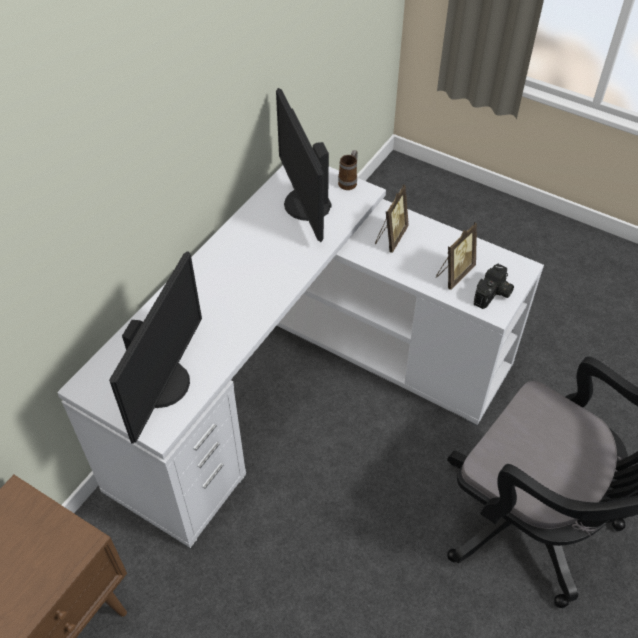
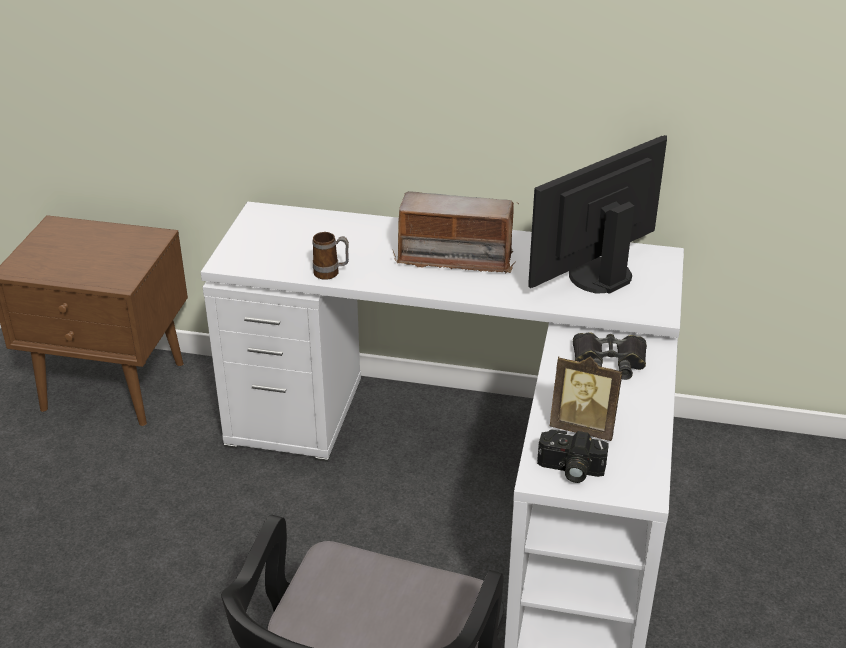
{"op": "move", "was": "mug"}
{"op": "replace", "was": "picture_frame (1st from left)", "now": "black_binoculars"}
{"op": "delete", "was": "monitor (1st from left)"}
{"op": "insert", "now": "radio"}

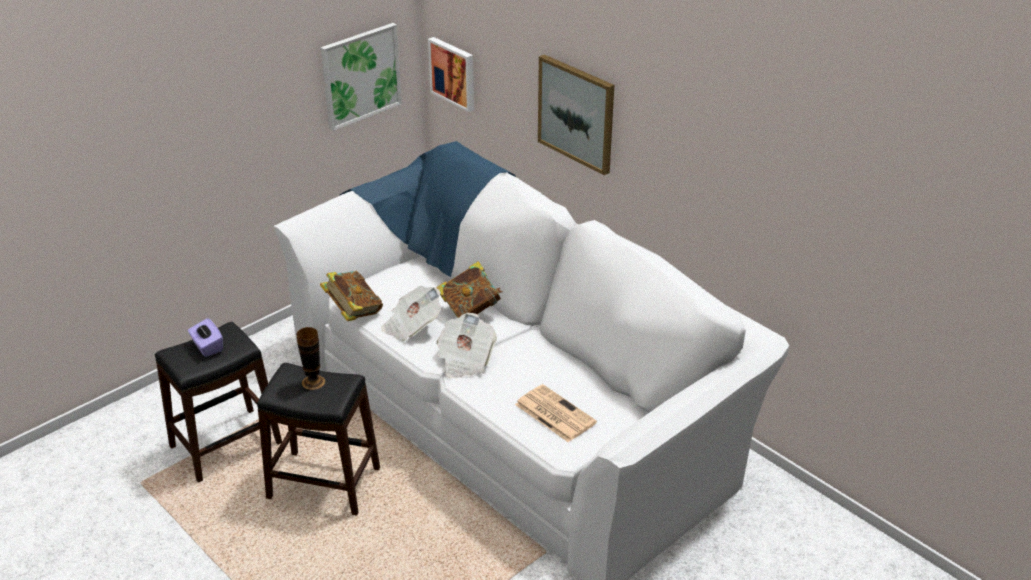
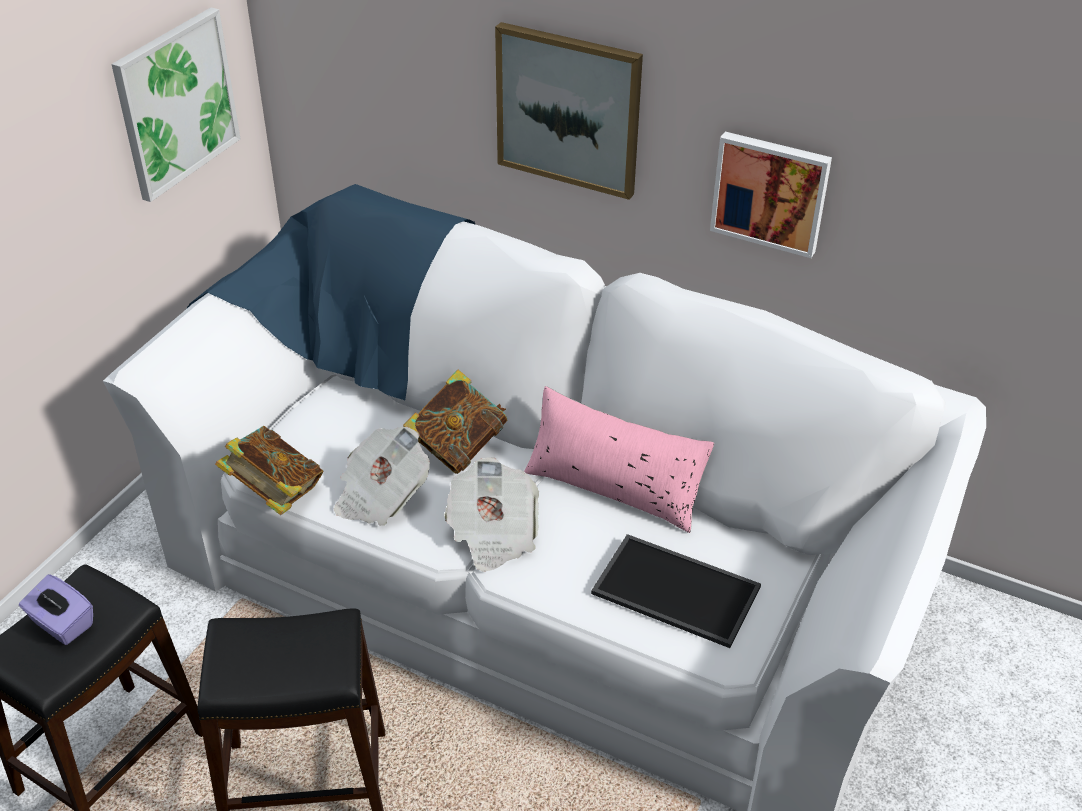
{"op": "move", "was": "picture (2nd from left in the first image)", "now": "picture (3rd from left)"}
{"op": "delete", "was": "vase"}
{"op": "replace", "was": "newspaper (3rd from left)", "now": "tray"}
{"op": "insert", "now": "pink_pillow"}

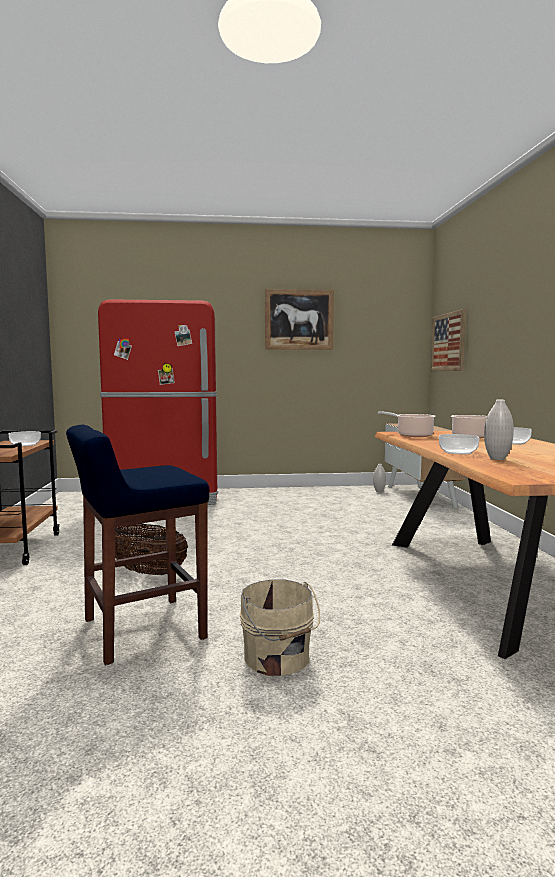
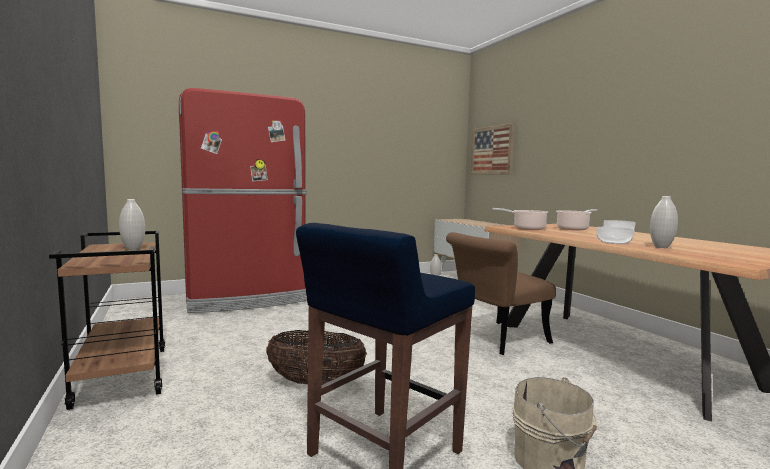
{"op": "delete", "was": "picture (1st from left)"}
{"op": "replace", "was": "bowl (1st from left)", "now": "white_vase (1st from left)"}
{"op": "insert", "now": "brown_chair"}

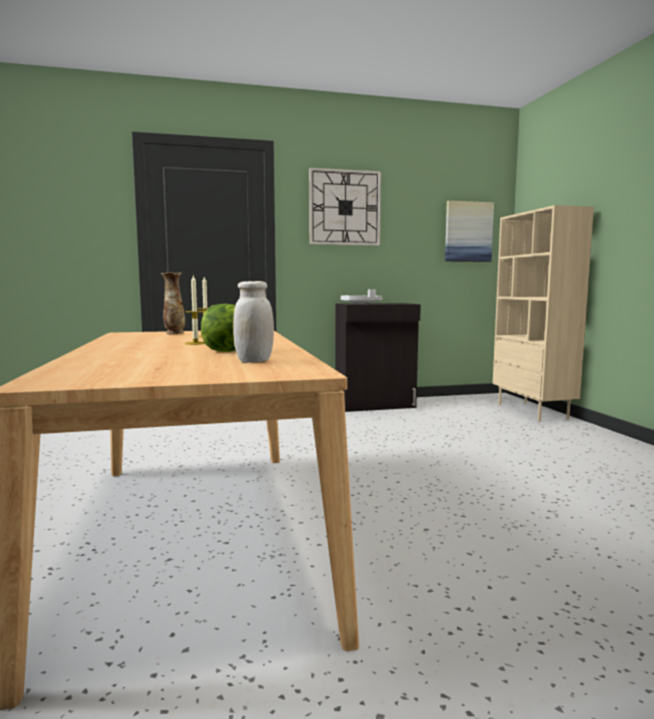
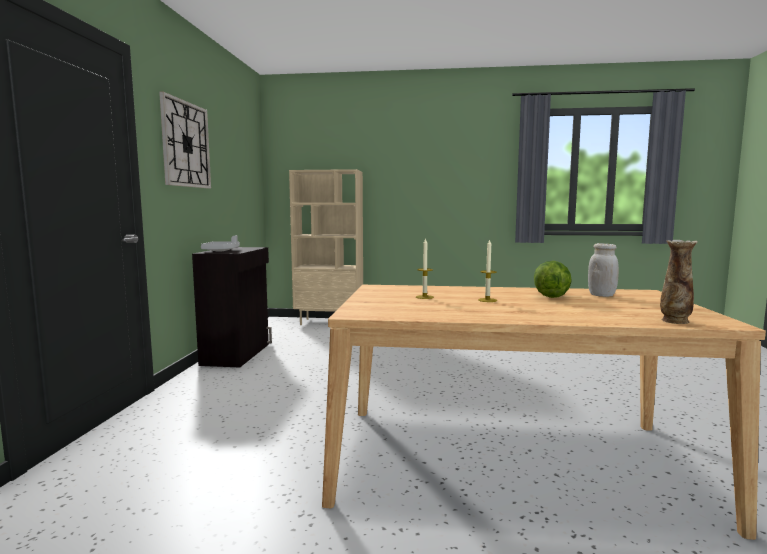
{"op": "delete", "was": "picture"}
{"op": "move", "was": "vase"}

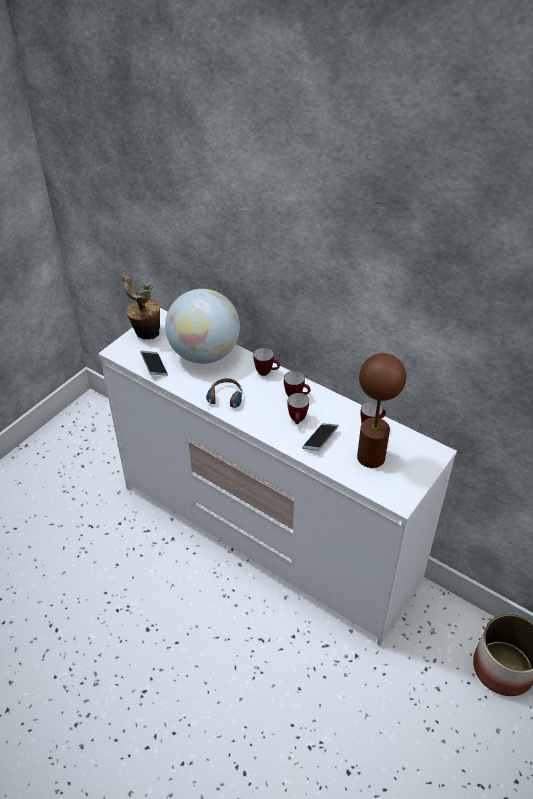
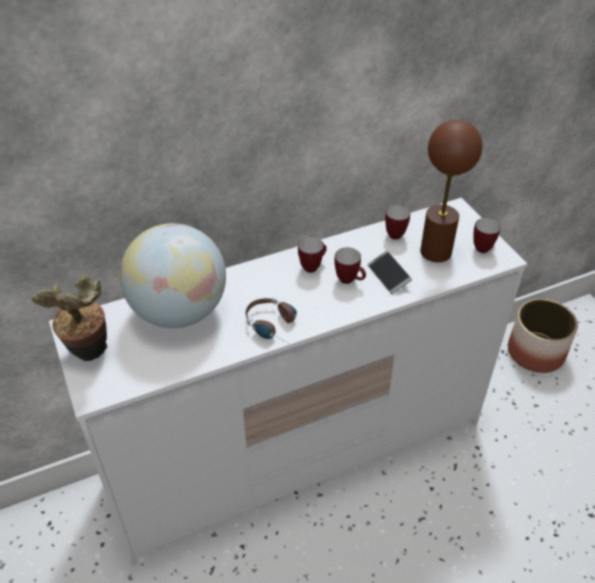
{"op": "move", "was": "mug (1st from left in the first image)", "now": "mug (4th from left)"}
{"op": "delete", "was": "phone (1st from left)"}

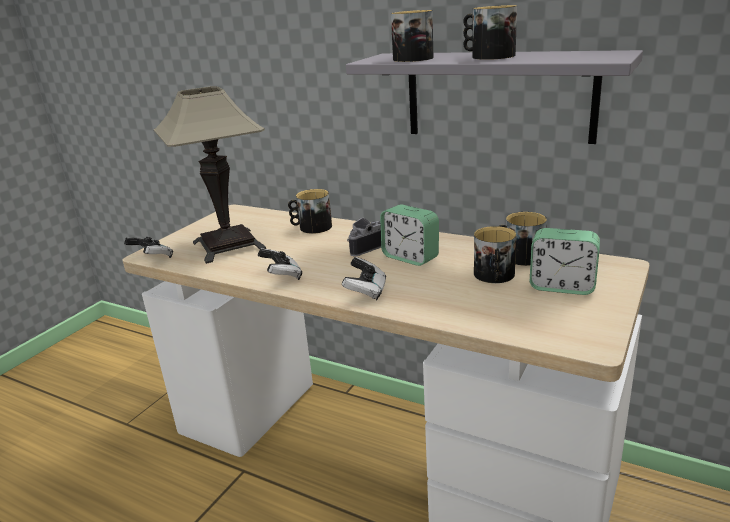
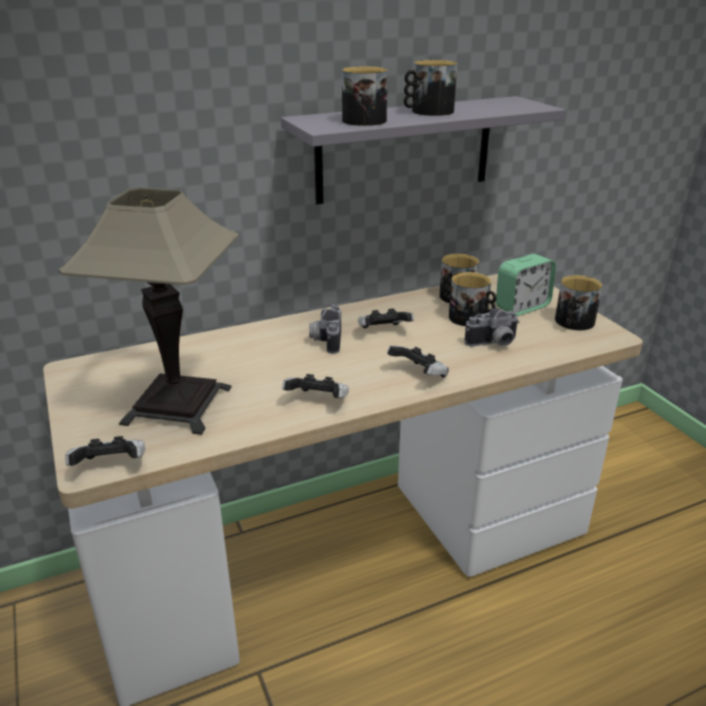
{"op": "move", "was": "mug (1st from left in the first image)", "now": "mug (5th from left)"}
{"op": "replace", "was": "alarm_clock (1st from left)", "now": "game_controller (3rd from left)"}
{"op": "insert", "now": "photo_camera (2nd from left)"}

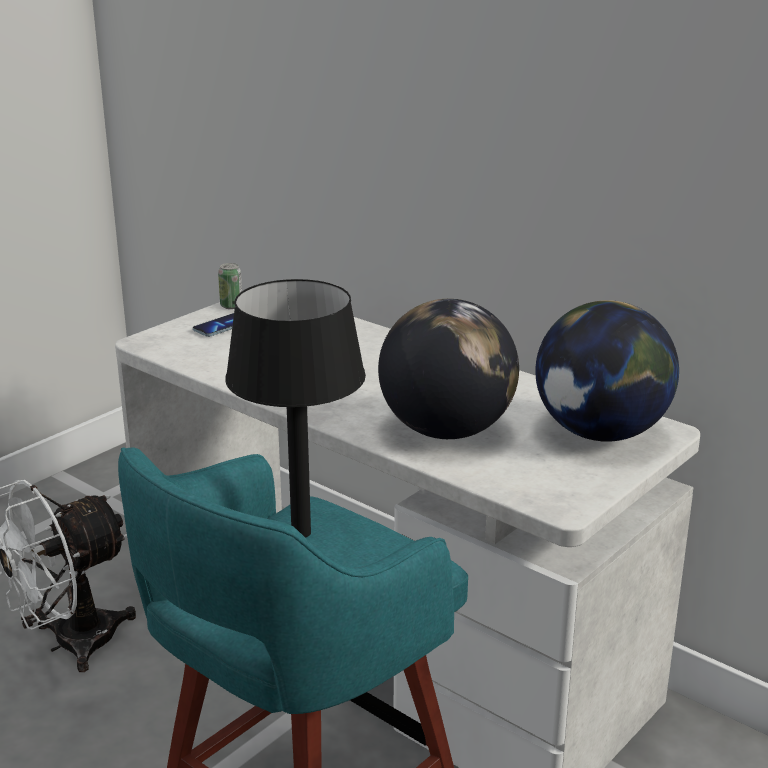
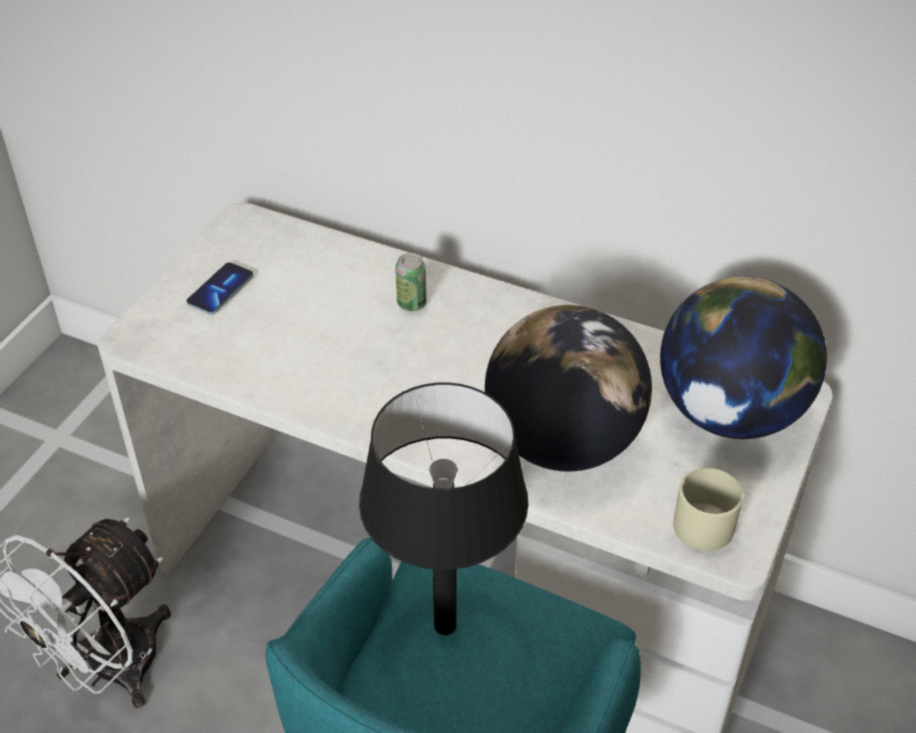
{"op": "move", "was": "can"}
{"op": "insert", "now": "beige_mug"}

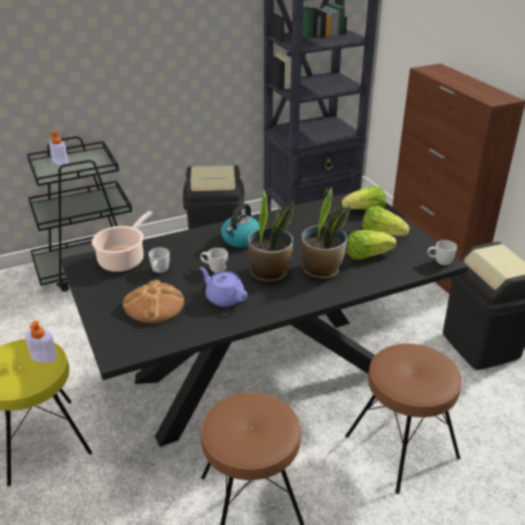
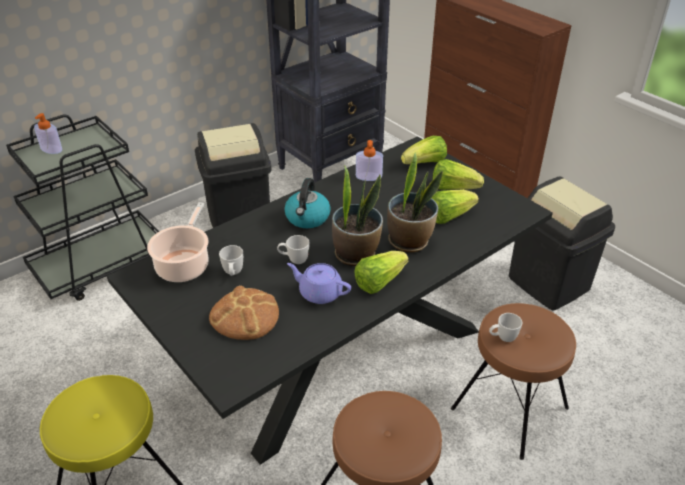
{"op": "move", "was": "white_mug (3rd from left)"}
{"op": "move", "was": "soap_dispenser (1st from left in the first image)", "now": "soap_dispenser (2nd from left)"}
{"op": "insert", "now": "lettuce (1st from left)"}

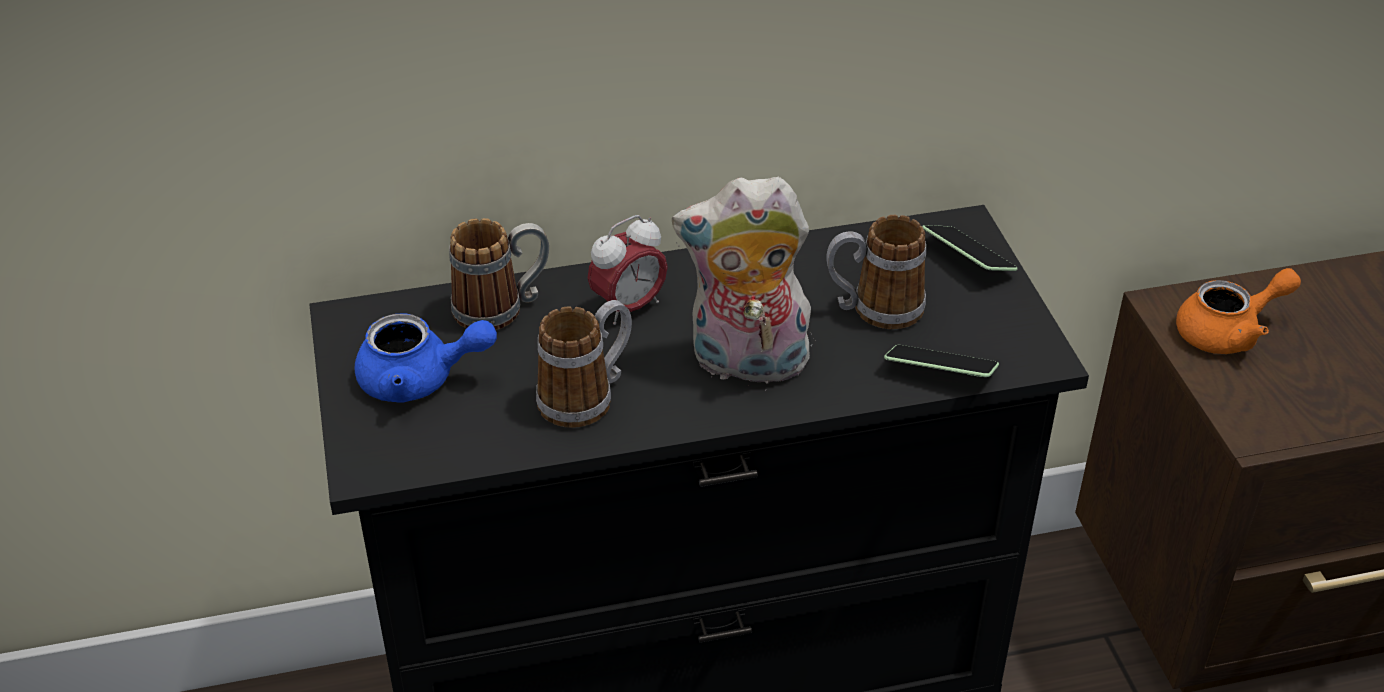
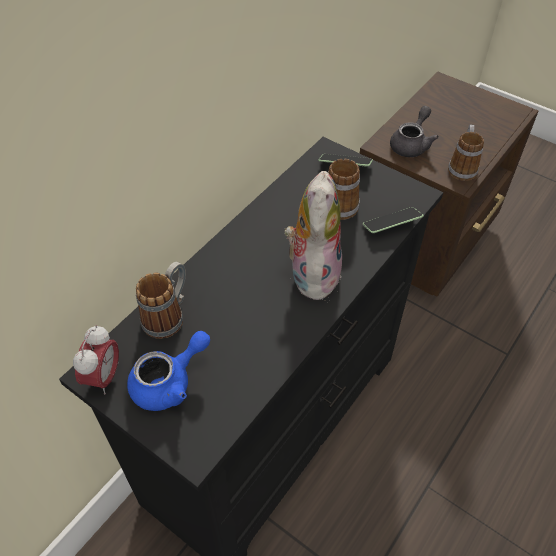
{"op": "rotate", "was": "plush_toy", "clockwise": 135}
{"op": "move", "was": "alarm_clock"}
{"op": "recolor", "was": "orange_teapot", "now": "grey_teapot"}
{"op": "move", "was": "mug (2nd from left in the first image)", "now": "mug (3rd from left)"}

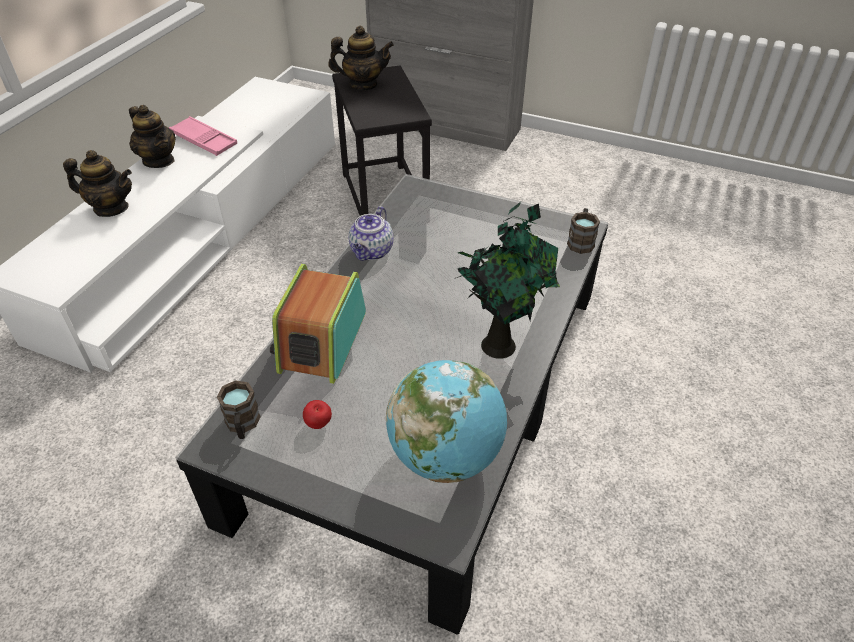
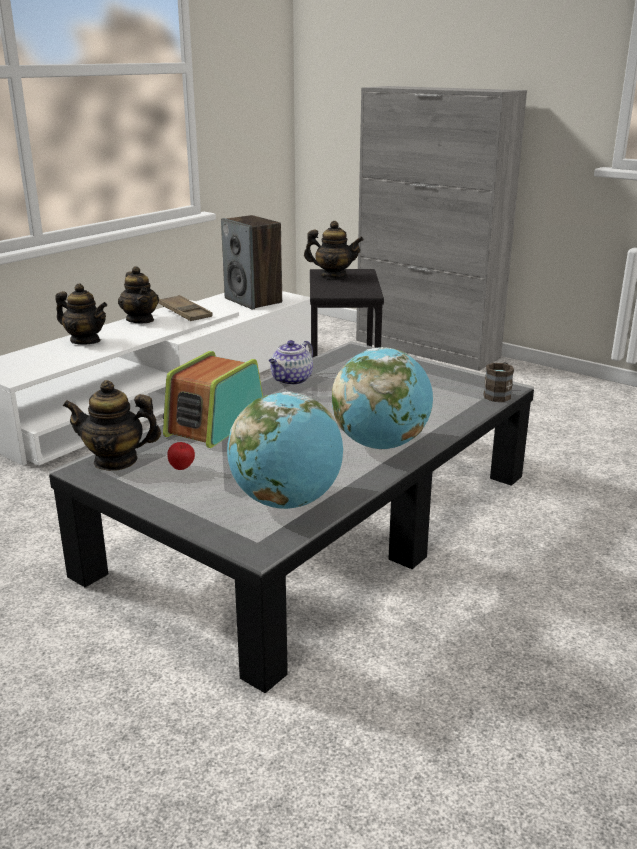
{"op": "recolor", "was": "pink_tray", "now": "brown_tray"}
{"op": "replace", "was": "potted_plant", "now": "globe (2nd from left)"}
{"op": "replace", "was": "brown_mug (1st from left)", "now": "teapot (2nd from left)"}
{"op": "insert", "now": "speaker"}

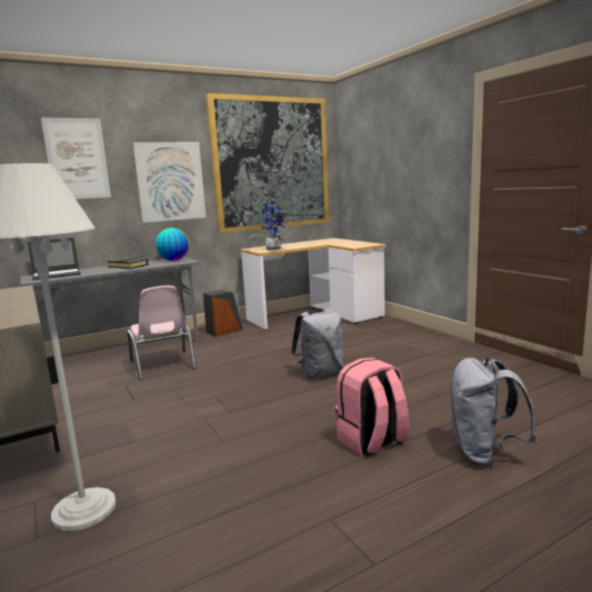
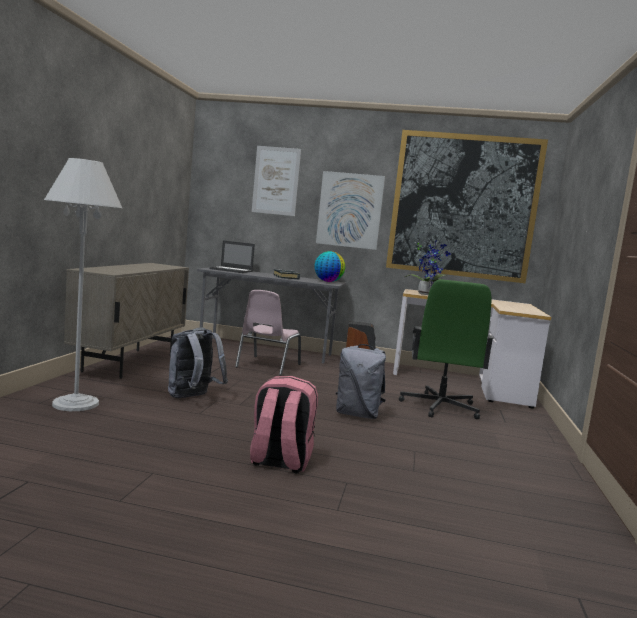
{"op": "move", "was": "grey_backpack (2nd from left in the first image)", "now": "grey_backpack (1st from left)"}
{"op": "insert", "now": "green_office_chair"}

